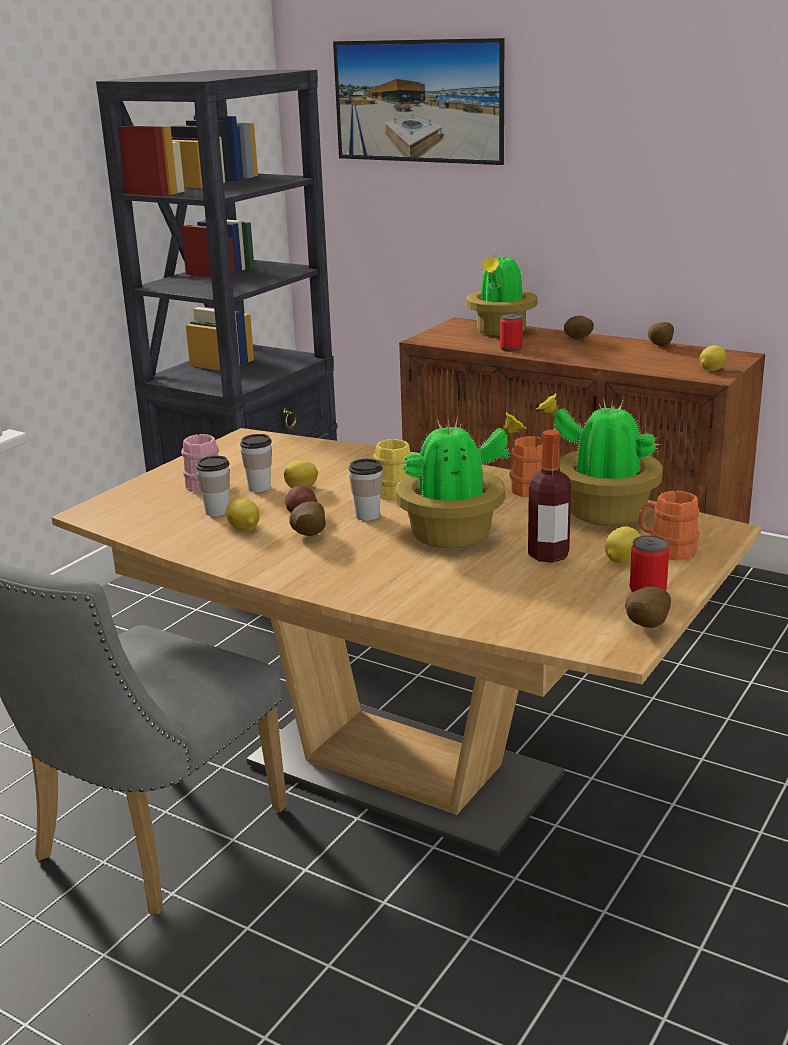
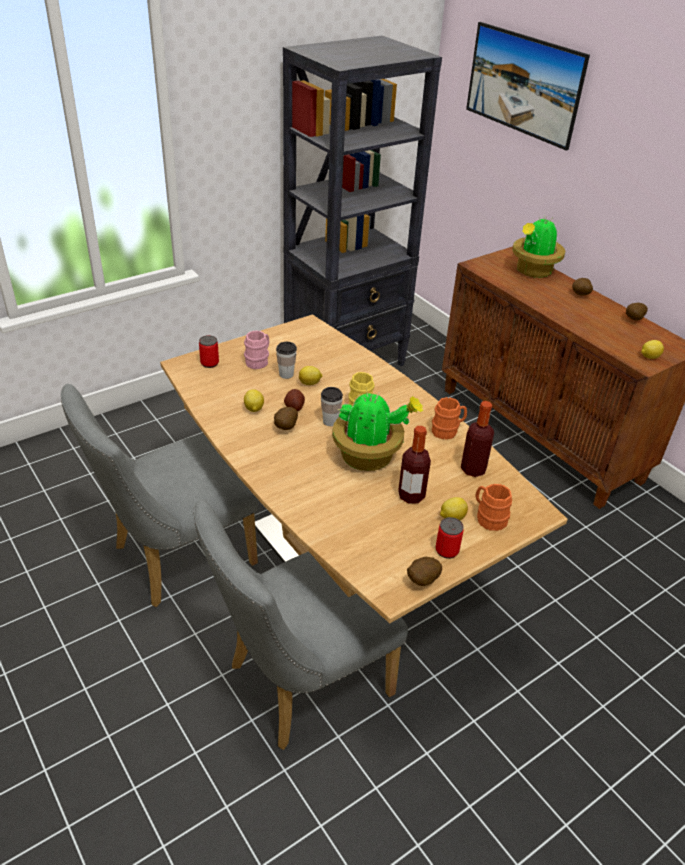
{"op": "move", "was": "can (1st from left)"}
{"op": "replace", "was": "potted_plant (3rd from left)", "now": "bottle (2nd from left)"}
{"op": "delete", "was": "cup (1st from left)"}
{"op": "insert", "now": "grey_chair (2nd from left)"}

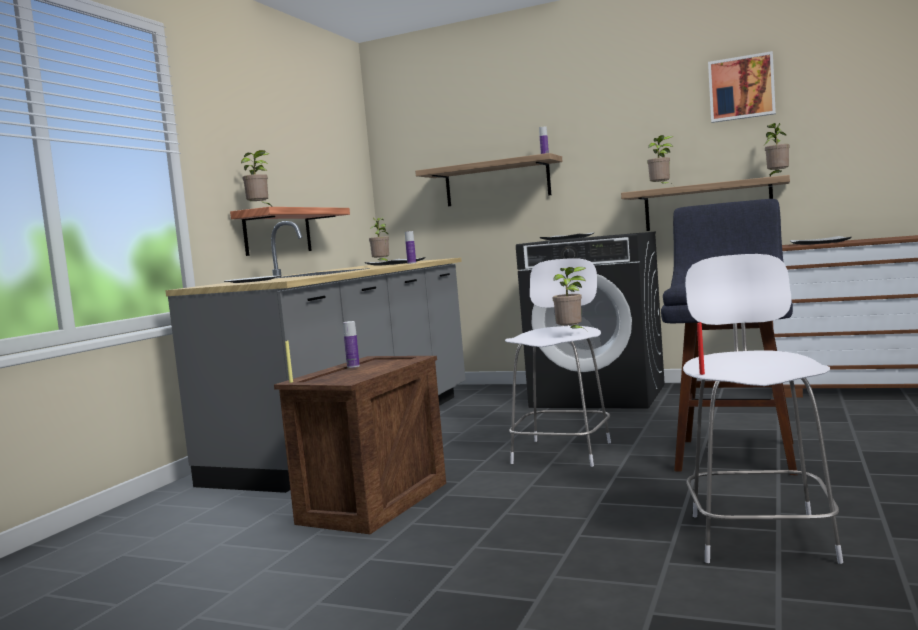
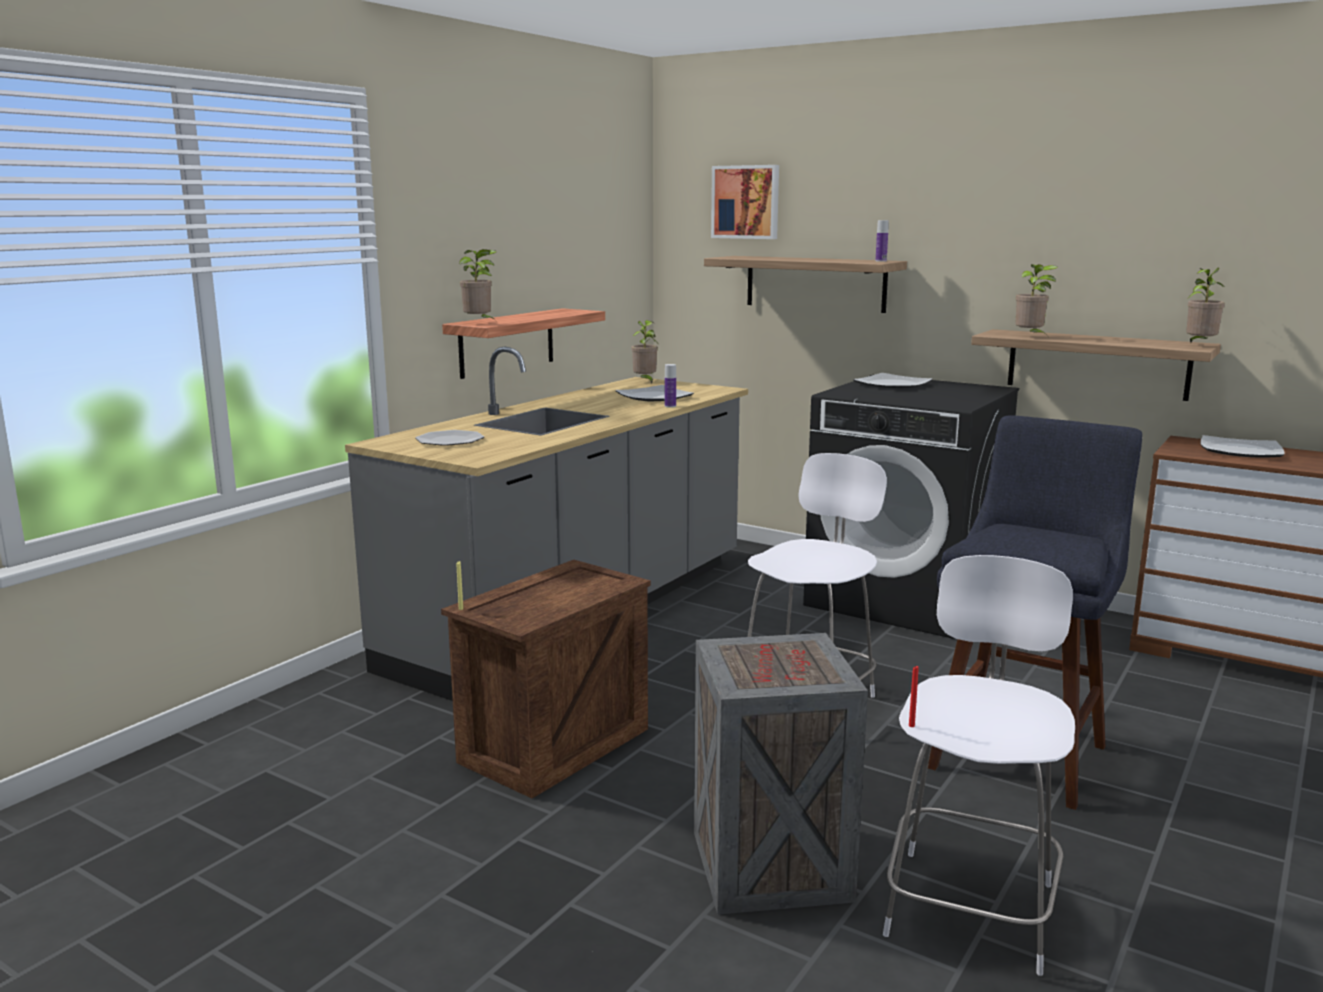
{"op": "move", "was": "picture"}
{"op": "delete", "was": "potted_plant (3rd from left)"}
{"op": "delete", "was": "bottle (1st from left)"}
{"op": "insert", "now": "crate (2nd from left)"}

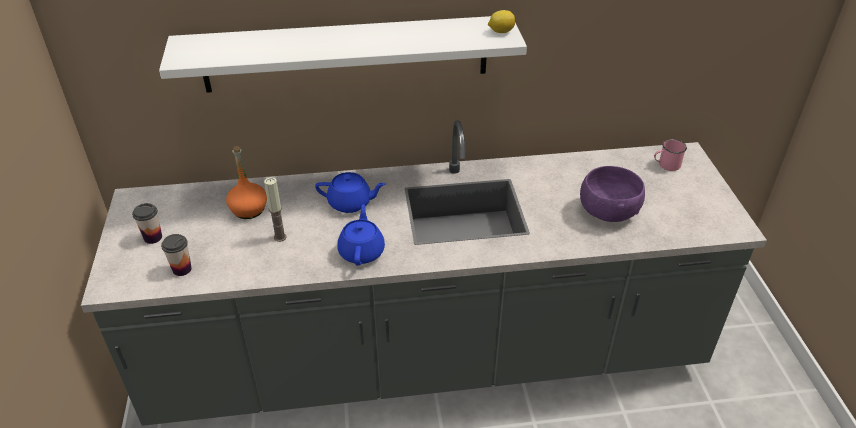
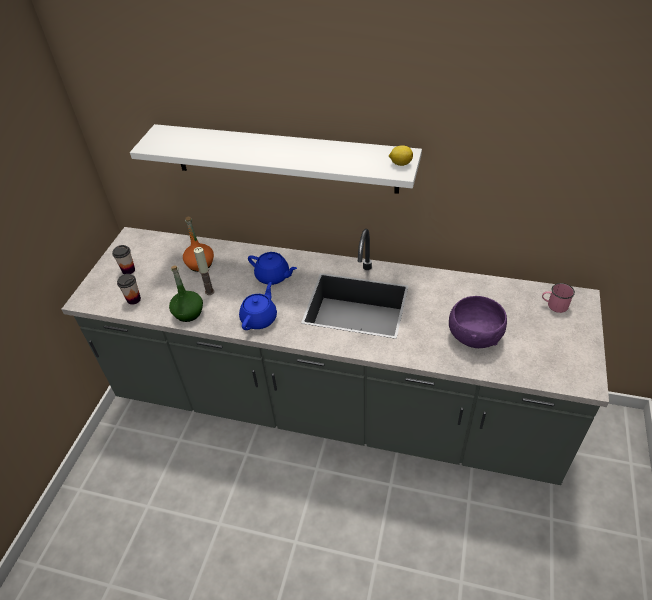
{"op": "insert", "now": "green_bottle"}

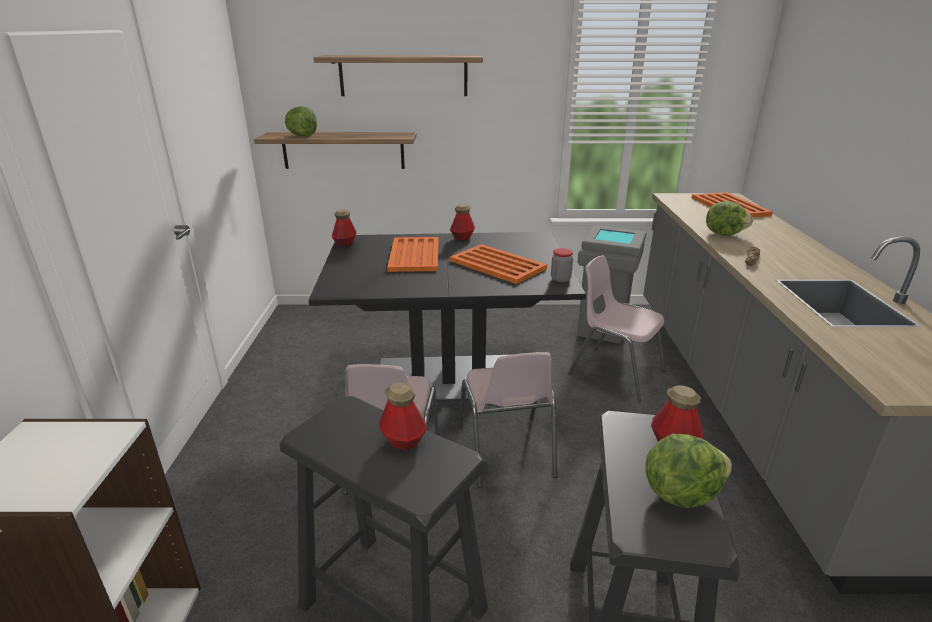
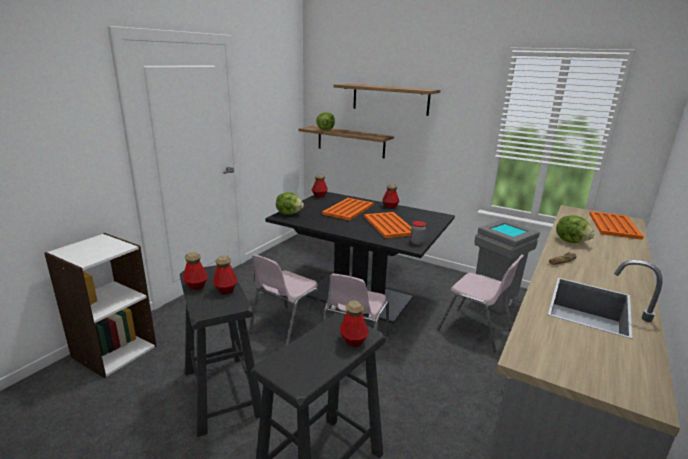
{"op": "rotate", "was": "pink_chair (3rd from left)", "clockwise": 150}
{"op": "move", "was": "lettuce (2nd from left in the first image)", "now": "lettuce (1st from left)"}
{"op": "insert", "now": "bottle (1st from left)"}

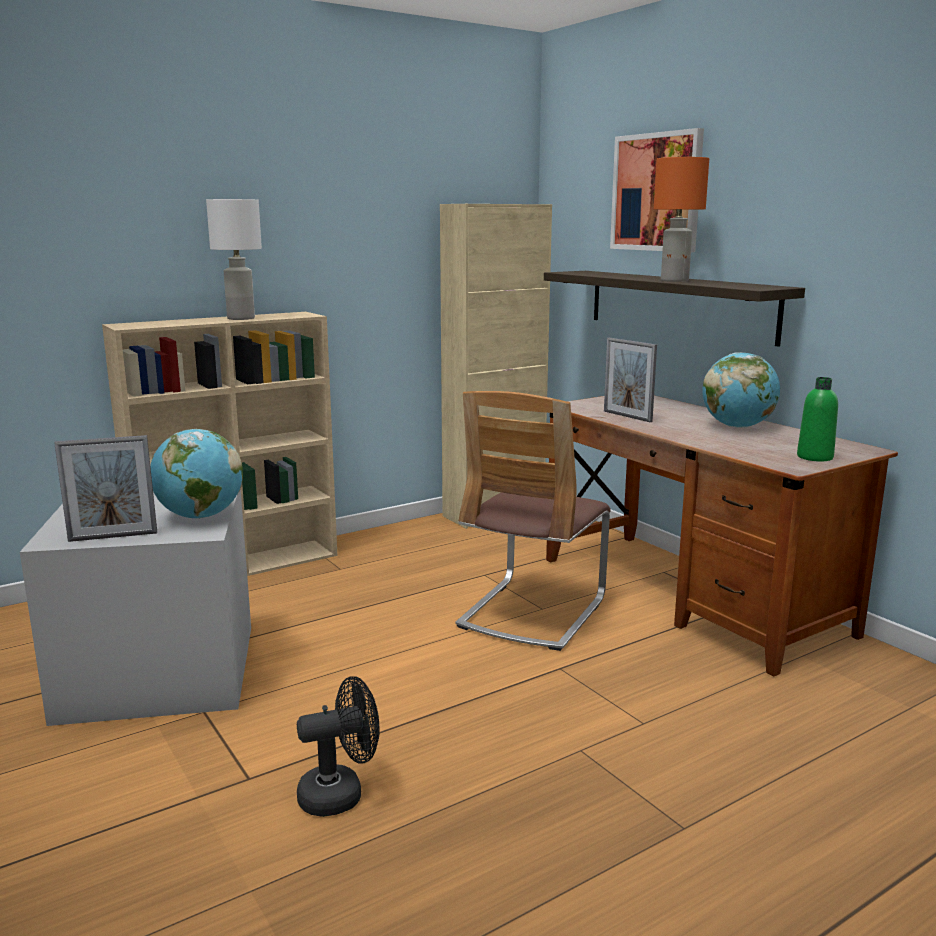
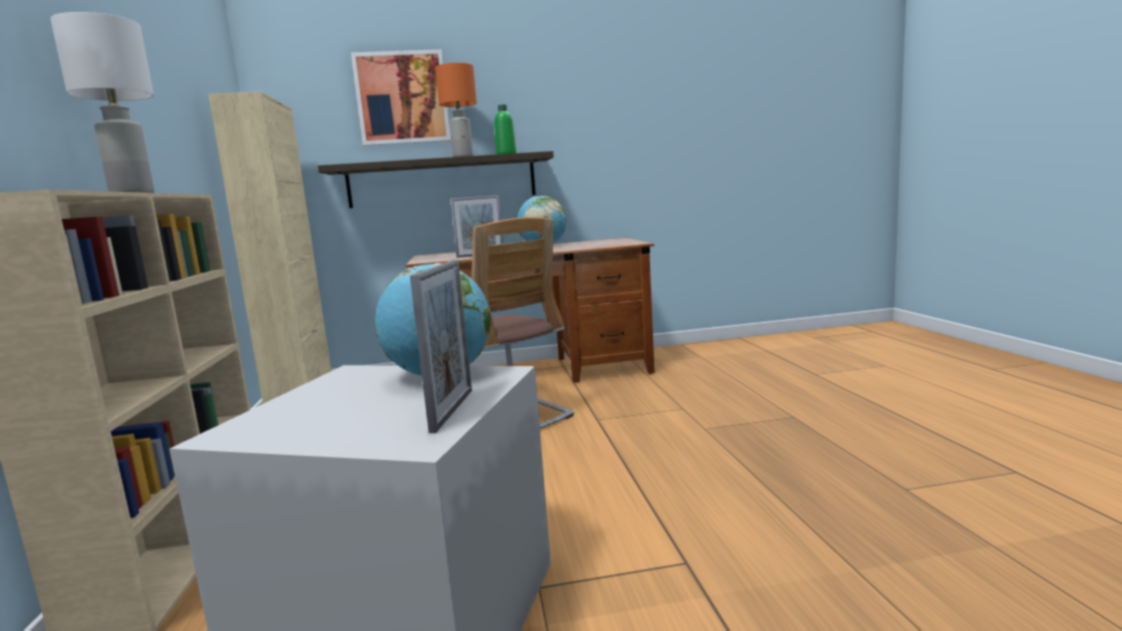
{"op": "move", "was": "green_bottle"}
{"op": "delete", "was": "black_fan"}

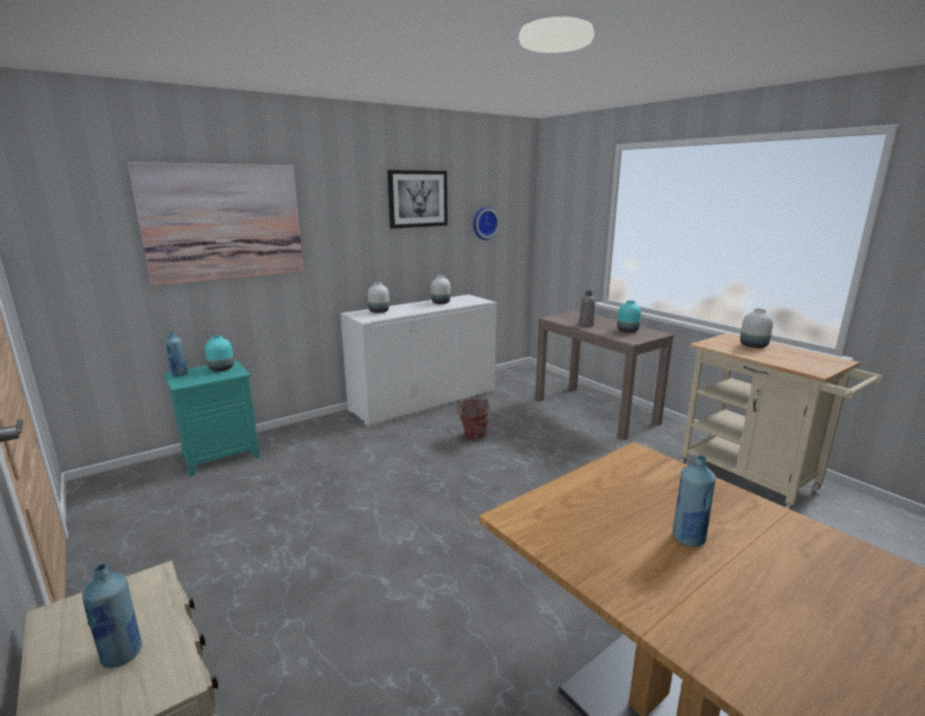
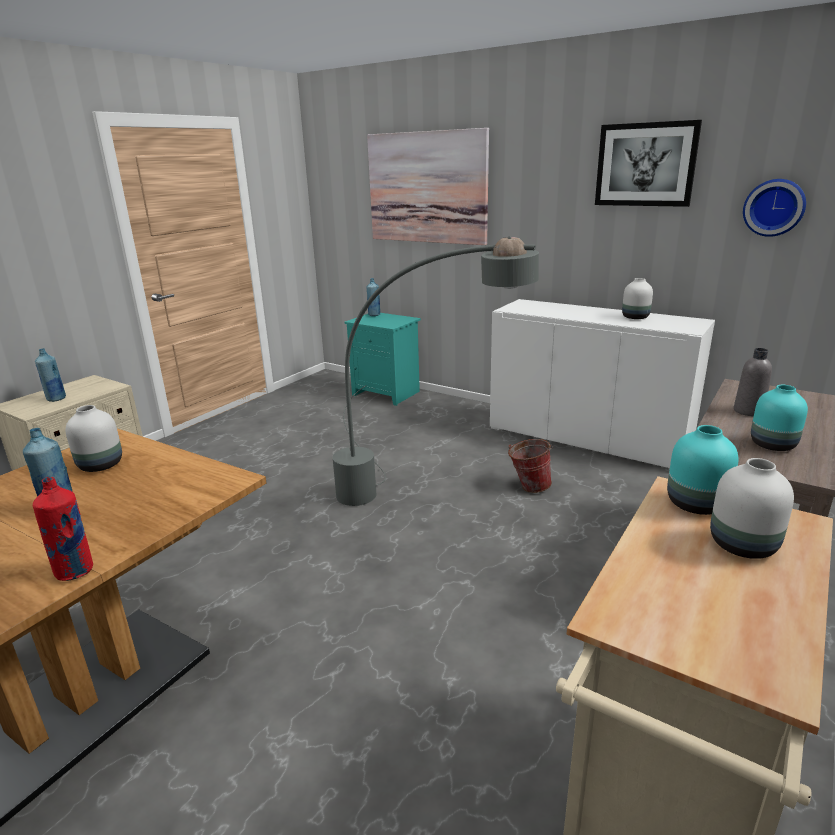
{"op": "move", "was": "white_vase (1st from left)"}
{"op": "move", "was": "turquoise_vase (1st from left)"}
{"op": "insert", "now": "grey_floor_lamp"}
{"op": "insert", "now": "red_bottle"}

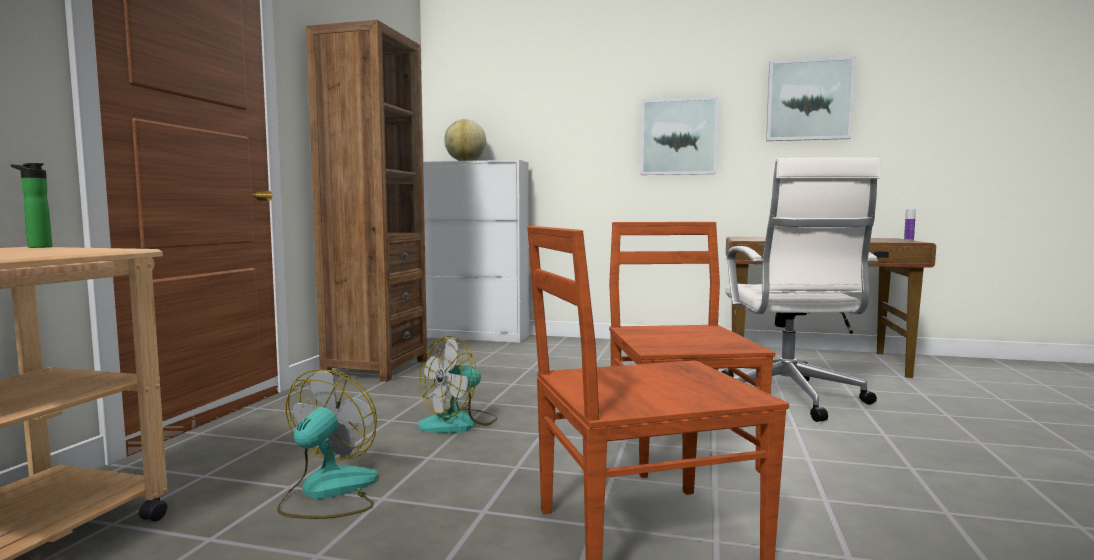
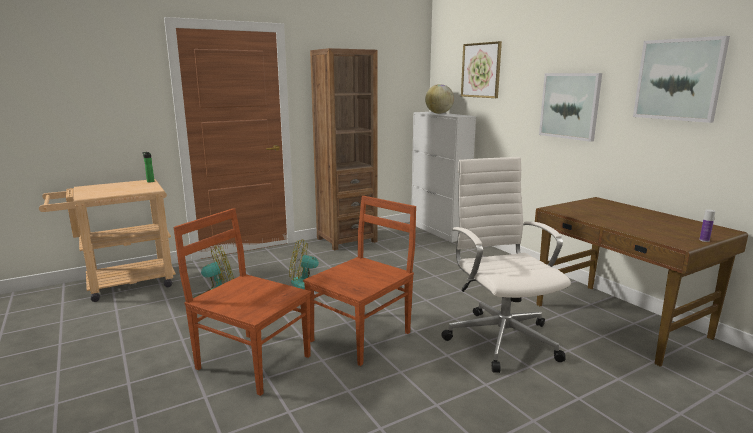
{"op": "rotate", "was": "white_office_chair", "clockwise": 120}
{"op": "insert", "now": "picture (1st from left)"}

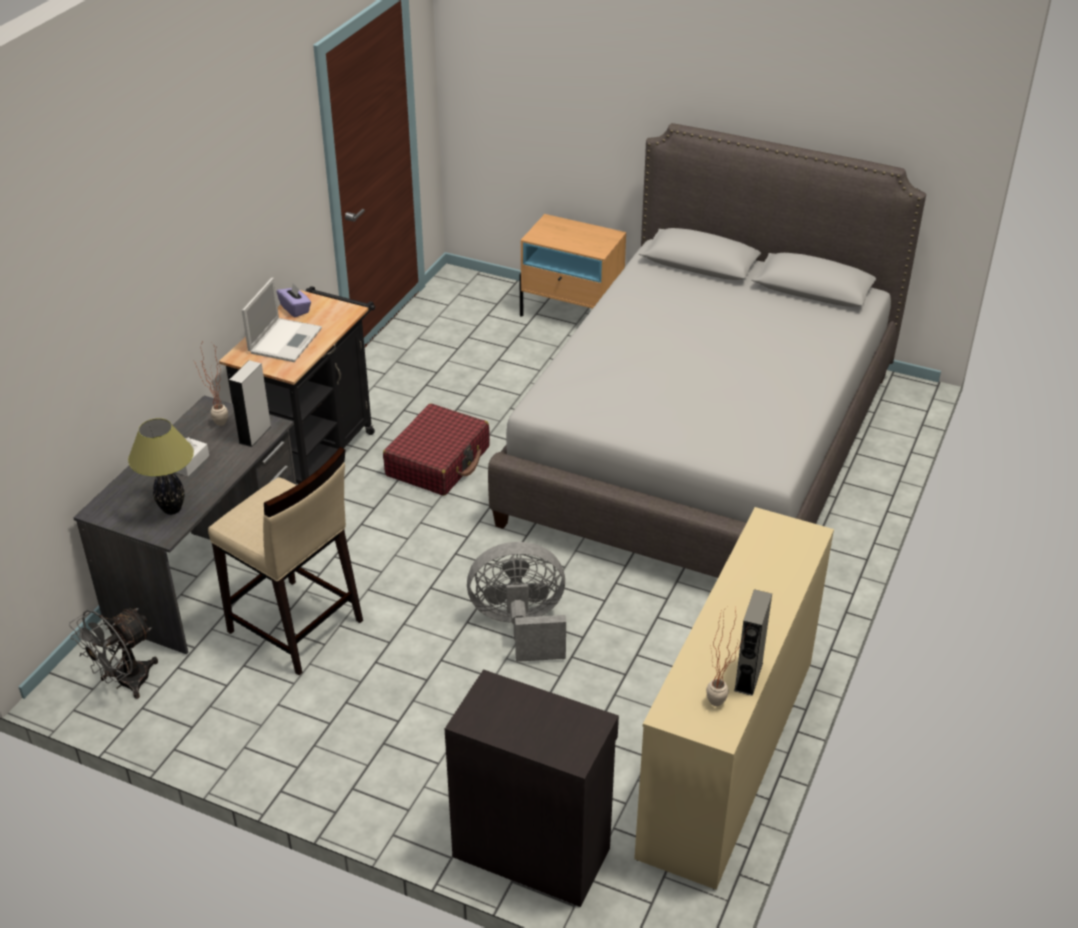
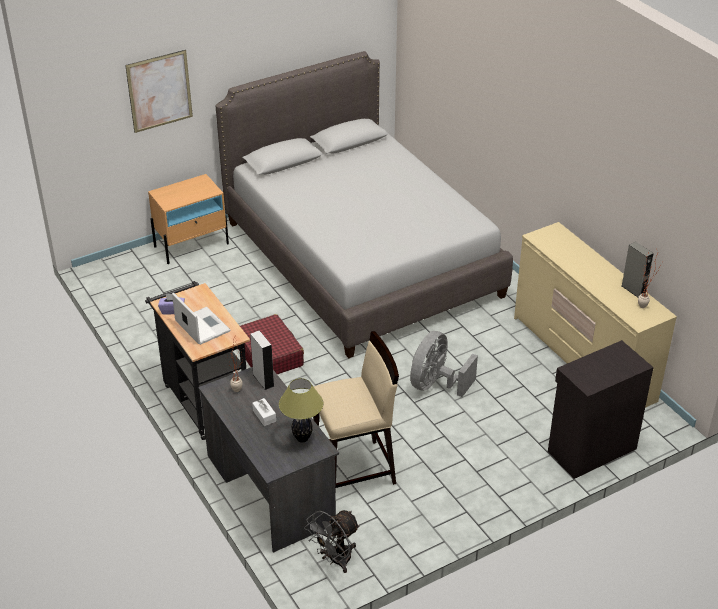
{"op": "rotate", "was": "grey_fan (1st from left)", "clockwise": 60}
{"op": "insert", "now": "picture"}

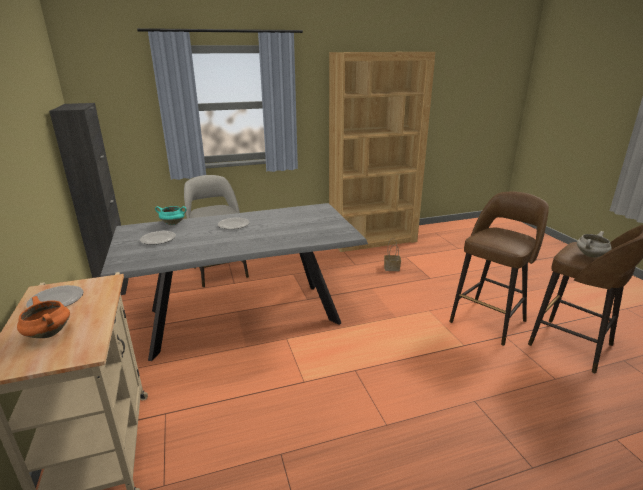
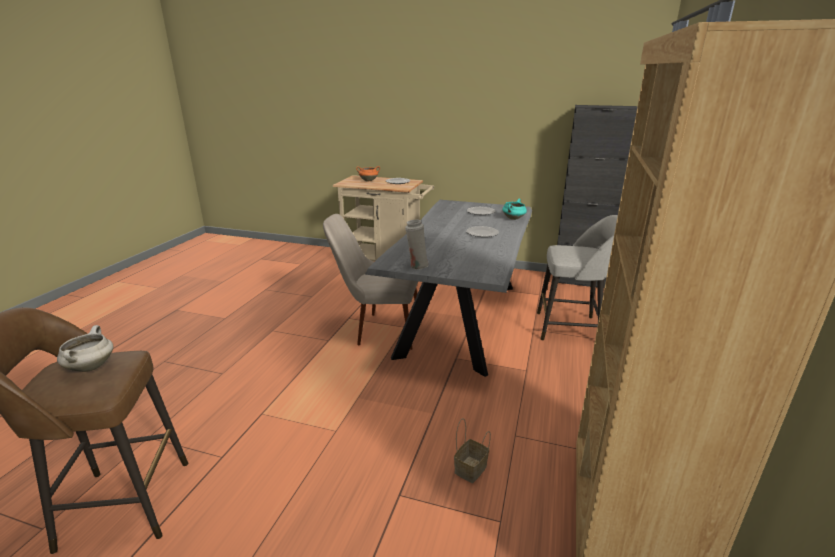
{"op": "delete", "was": "brown_stool (1st from left)"}
{"op": "insert", "now": "beige_chair"}
{"op": "insert", "now": "white_vase"}

